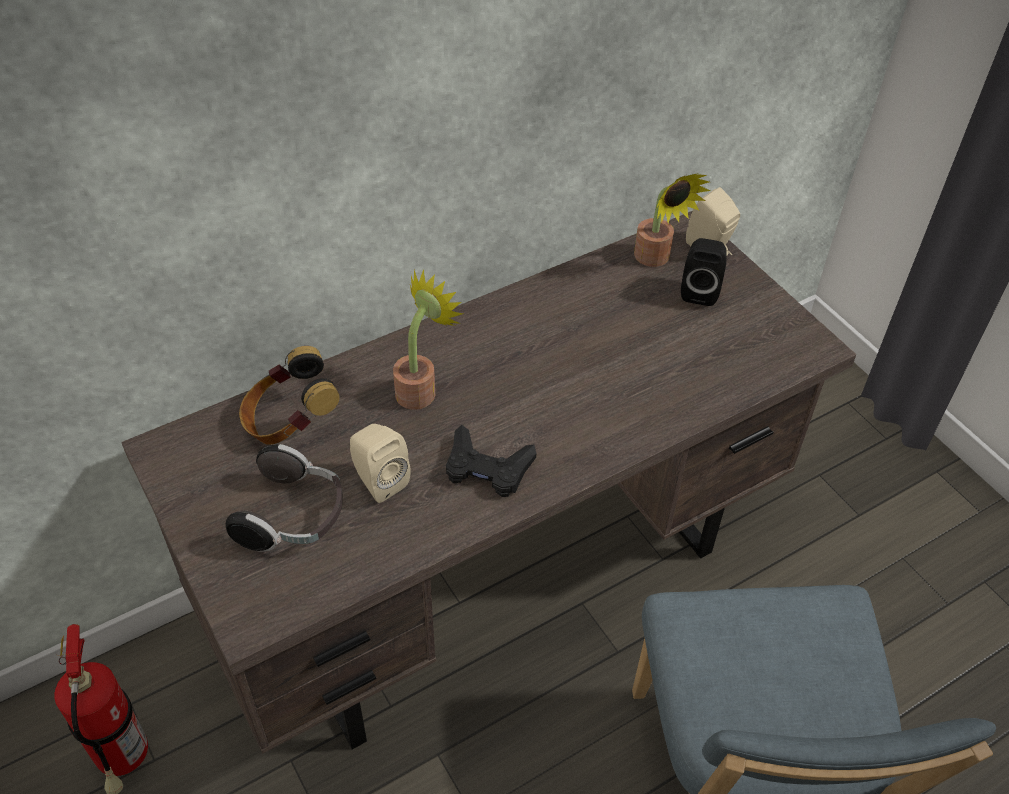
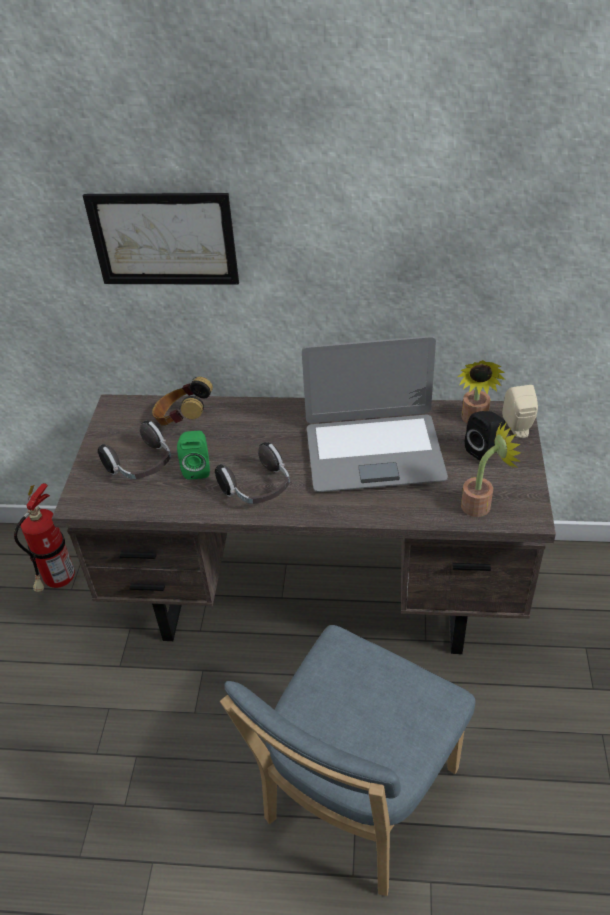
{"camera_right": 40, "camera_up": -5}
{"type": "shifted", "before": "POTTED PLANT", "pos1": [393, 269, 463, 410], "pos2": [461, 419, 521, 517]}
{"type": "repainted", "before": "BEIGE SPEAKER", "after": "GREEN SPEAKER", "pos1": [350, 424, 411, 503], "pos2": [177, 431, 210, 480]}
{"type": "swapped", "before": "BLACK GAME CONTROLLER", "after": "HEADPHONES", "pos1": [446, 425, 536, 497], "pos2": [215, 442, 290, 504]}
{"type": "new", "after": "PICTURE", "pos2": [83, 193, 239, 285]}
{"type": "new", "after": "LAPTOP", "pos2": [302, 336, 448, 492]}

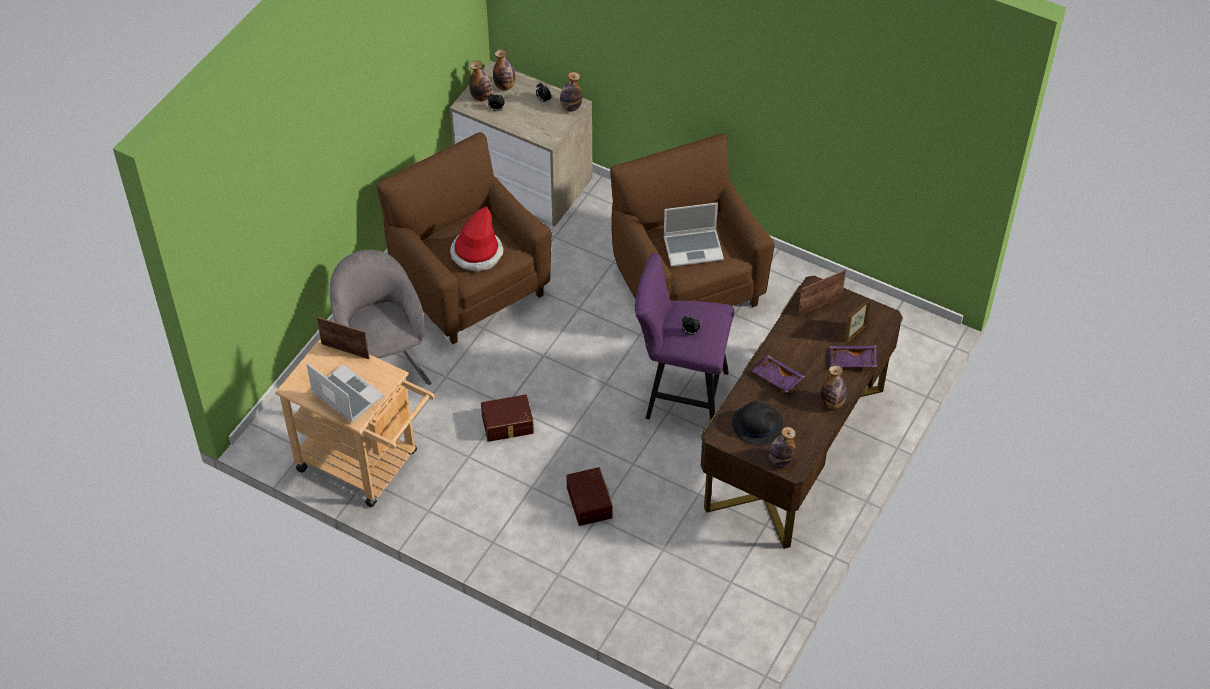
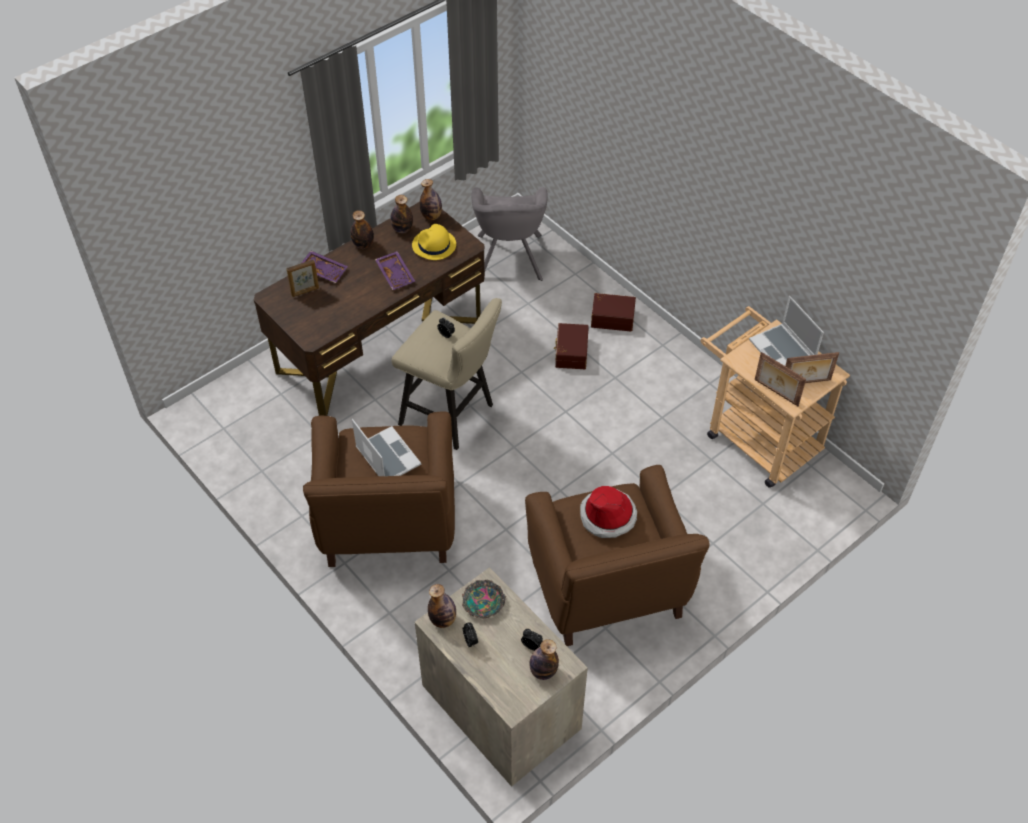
{"camera_right": -160, "camera_up": 0}
{"type": "shifted", "before": "BOTTLE", "pos1": [493, 49, 515, 90], "pos2": [390, 195, 413, 233]}
{"type": "rotated", "before": "LAPTOP", "pos1": [663, 203, 724, 267], "pos2": [352, 419, 421, 476], "turn": 45}
{"type": "shifted", "before": "GREY ARMCHAIR", "pos1": [330, 250, 431, 385], "pos2": [472, 187, 548, 281]}
{"type": "repainted", "before": "PURPLE STOOL", "after": "BEIGE STOOL", "pos1": [635, 253, 734, 420], "pos2": [391, 298, 502, 450]}
{"type": "shifted", "before": "PICTURE FRAME", "pos1": [798, 270, 846, 316], "pos2": [785, 352, 839, 383]}
{"type": "shifted", "before": "BROWN STORAGE BOX", "pos1": [481, 395, 534, 442], "pos2": [591, 293, 636, 331]}
{"type": "repainted", "before": "BLACK HAT", "after": "YELLOW HAT", "pos1": [732, 401, 783, 446], "pos2": [412, 224, 456, 260]}
{"type": "new", "after": "BOWL", "pos2": [462, 580, 506, 619]}

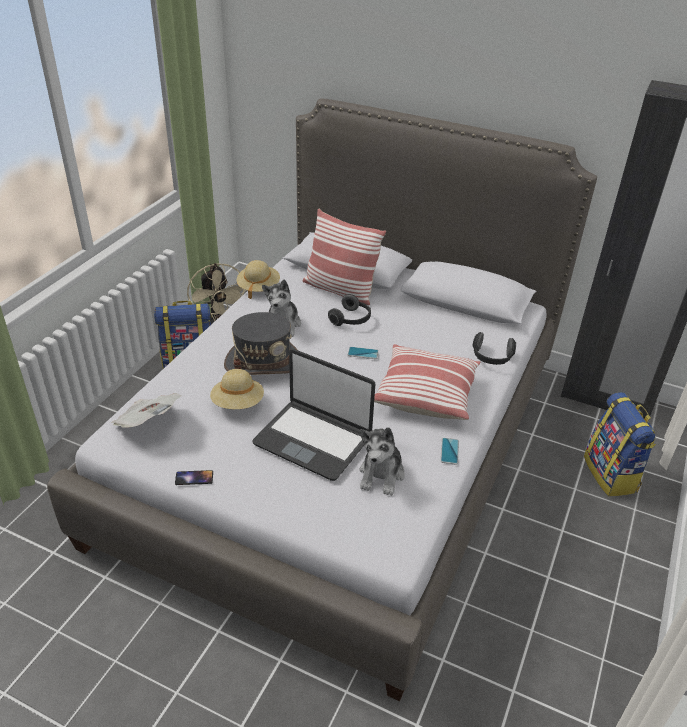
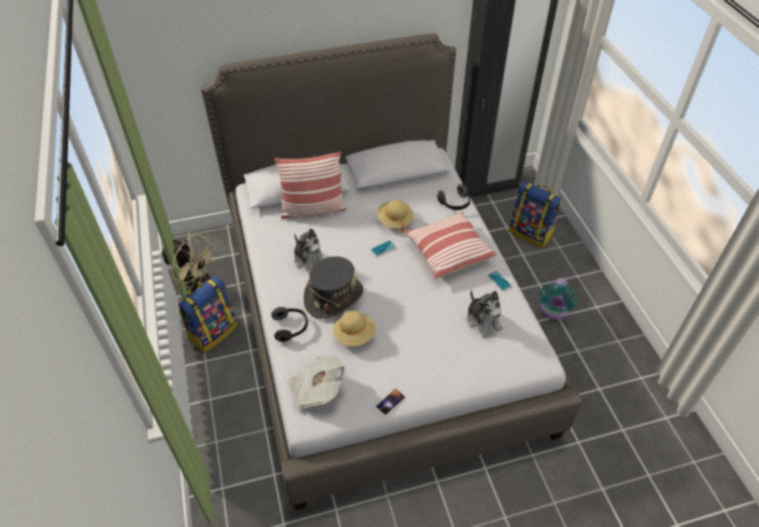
{"camera_right": -40, "camera_up": 10}
{"type": "shifted", "before": "BEIGE HAT", "pos1": [237, 260, 280, 299], "pos2": [377, 200, 414, 233]}
{"type": "shifted", "before": "HEADPHONES", "pos1": [328, 294, 371, 326], "pos2": [271, 307, 308, 342]}
{"type": "gone", "before": "LAPTOP", "pos1": [252, 349, 375, 481]}
{"type": "new", "after": "TURQUOISE FAN", "pos2": [539, 278, 578, 320]}

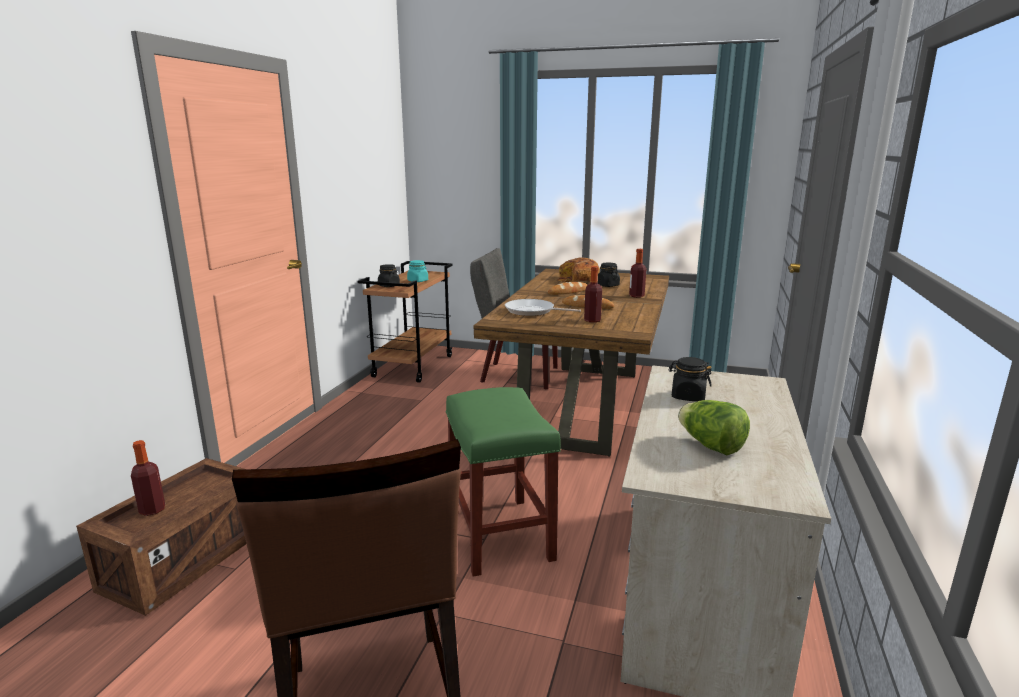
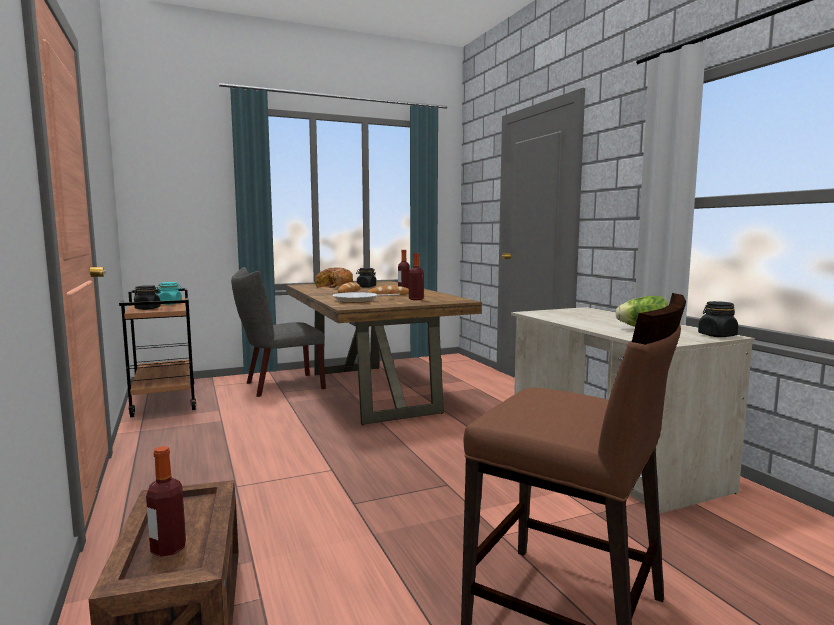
{"camera_right": -40, "camera_up": -10}
{"type": "shifted", "before": "BLACK JAR", "pos1": [669, 357, 712, 401], "pos2": [698, 301, 738, 337]}
{"type": "gone", "before": "GREEN STOOL", "pos1": [445, 387, 561, 577]}

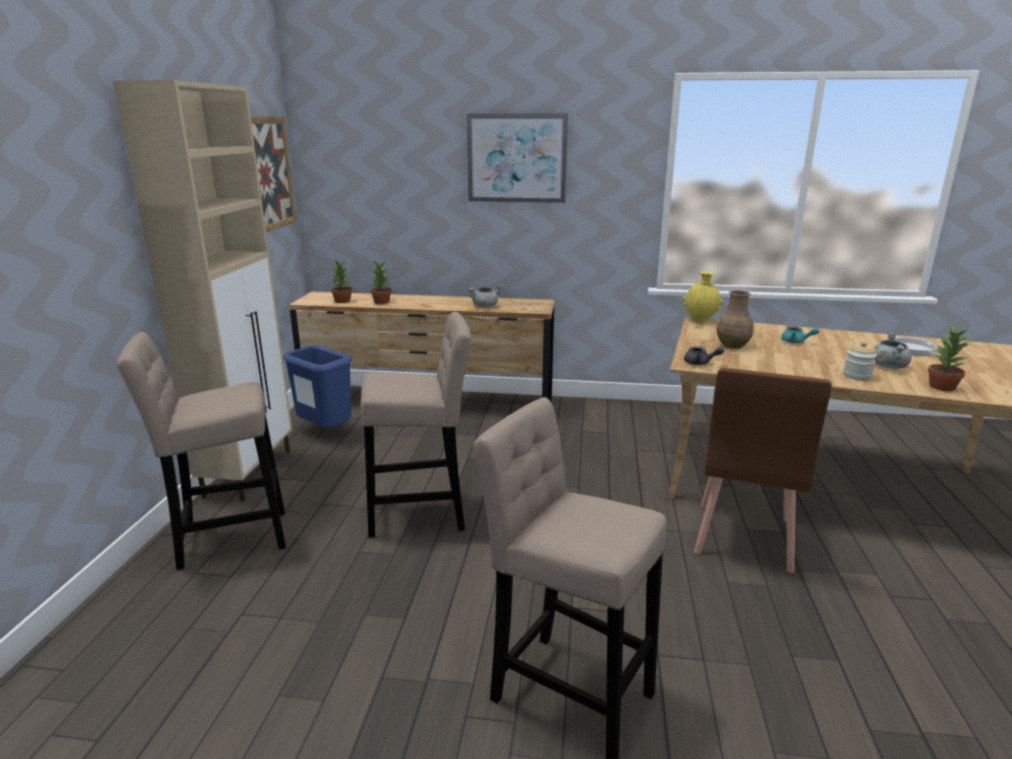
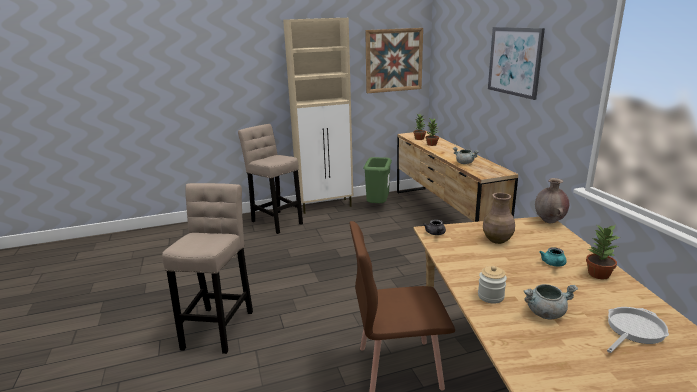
{"camera_right": 65, "camera_up": 0}
{"type": "repainted", "before": "YELLOW VASE", "after": "BROWN VASE", "pos1": [681, 272, 724, 322], "pos2": [535, 178, 569, 223]}
{"type": "gone", "before": "BEIGE STOOL", "pos1": [361, 311, 471, 537]}
{"type": "shifted", "before": "POTTED PLANT", "pos1": [928, 325, 972, 391], "pos2": [586, 226, 620, 279]}
{"type": "repainted", "before": "BLUE TRASH CAN", "after": "GREEN TRASH CAN", "pos1": [283, 345, 352, 428], "pos2": [363, 157, 392, 203]}

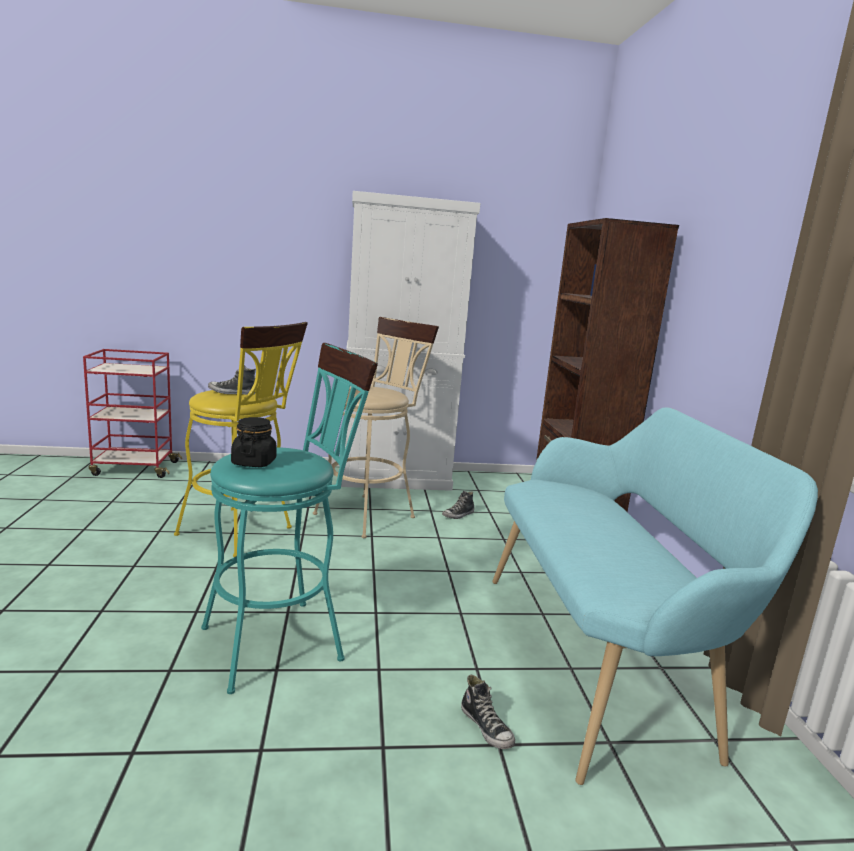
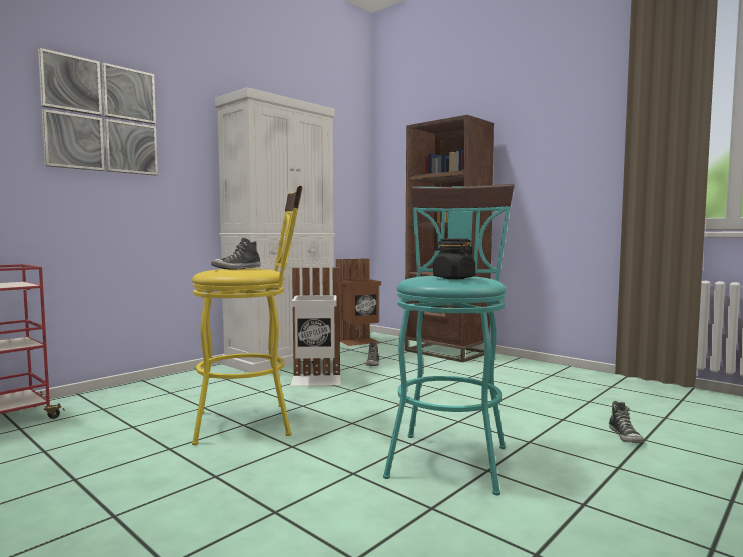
{"camera_right": -40, "camera_up": -10}
{"type": "swapped", "before": "BEIGE STOOL", "after": "WHITE TRASH CAN", "pos1": [313, 317, 439, 538], "pos2": [291, 268, 341, 386]}
{"type": "gone", "before": "TURQUOISE BENCH", "pos1": [493, 407, 818, 785]}
{"type": "rotated", "before": "SHOE", "pos1": [461, 675, 515, 749], "pos2": [609, 401, 644, 444], "turn": 75}
{"type": "new", "after": "PICTURE", "pos2": [38, 48, 158, 175]}
{"type": "new", "after": "BROWN TRASH CAN", "pos2": [336, 258, 381, 346]}

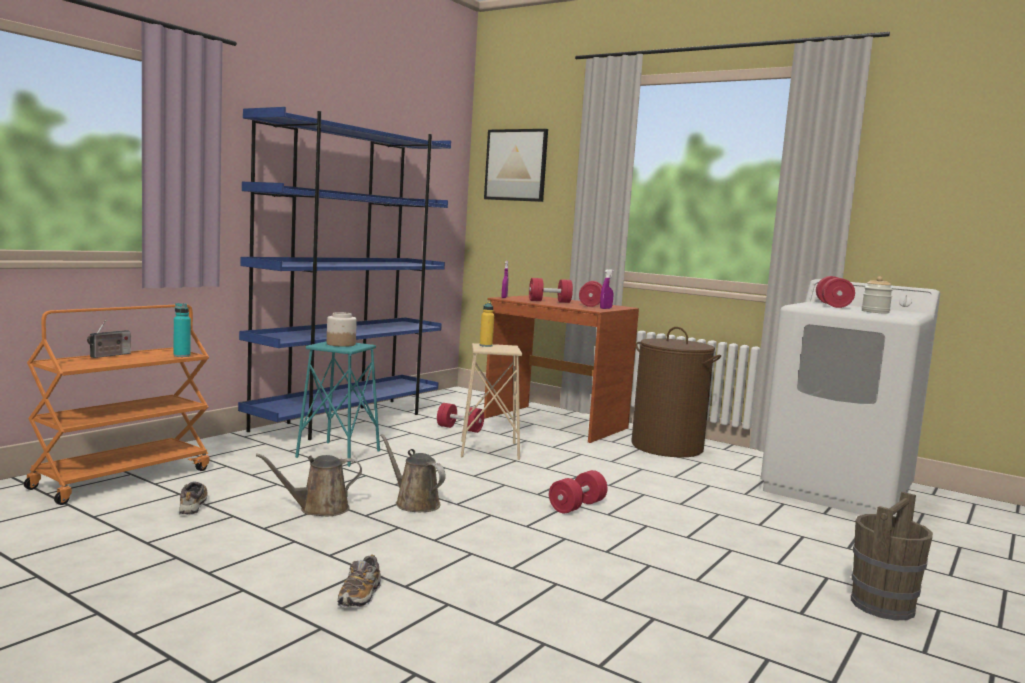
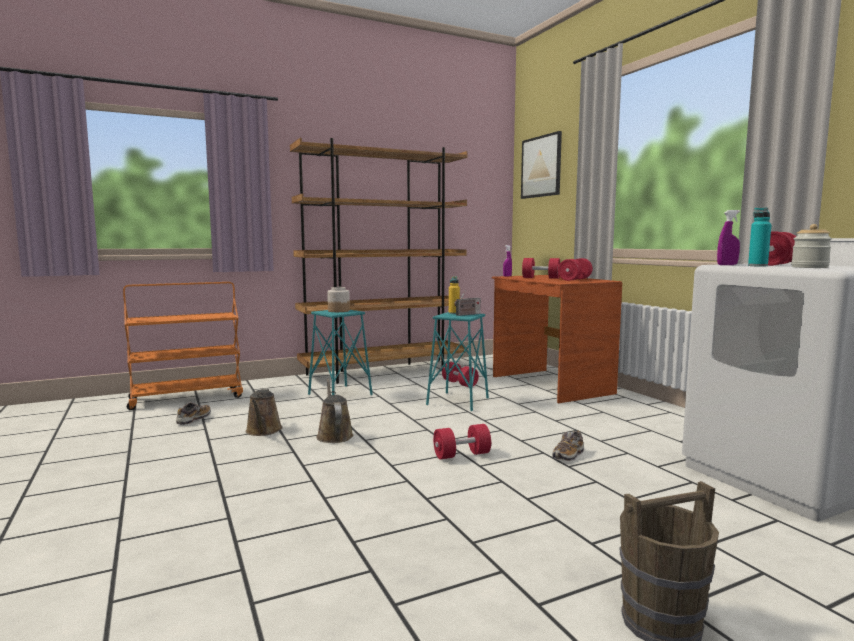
{"camera_right": 30, "camera_up": 0}
{"type": "repainted", "before": "BLUE BOOKCASE", "after": "BROWN BOOKCASE", "pos1": [238, 107, 451, 440], "pos2": [290, 138, 468, 384]}
{"type": "shifted", "before": "PURPLE SPRAY BOTTLE", "pos1": [600, 269, 614, 309], "pos2": [717, 210, 740, 265]}
{"type": "shifted", "before": "TURQUOISE BOTTLE", "pos1": [174, 303, 191, 357], "pos2": [748, 208, 771, 267]}
{"type": "shifted", "before": "RADIO", "pos1": [87, 320, 131, 358], "pos2": [454, 290, 481, 316]}
{"type": "gone", "before": "BROWN LAUNDRY BASKET", "pos1": [631, 327, 721, 457]}
{"type": "repainted", "before": "BEIGE STOOL", "after": "TURQUOISE STOOL", "pos1": [461, 343, 522, 460], "pos2": [426, 312, 489, 411]}
{"type": "rotated", "before": "BROWN WATERING CAN", "pos1": [256, 454, 362, 516], "pos2": [246, 388, 282, 436], "turn": -105}
{"type": "shifted", "before": "SHOE", "pos1": [338, 554, 381, 608], "pos2": [552, 431, 584, 461]}

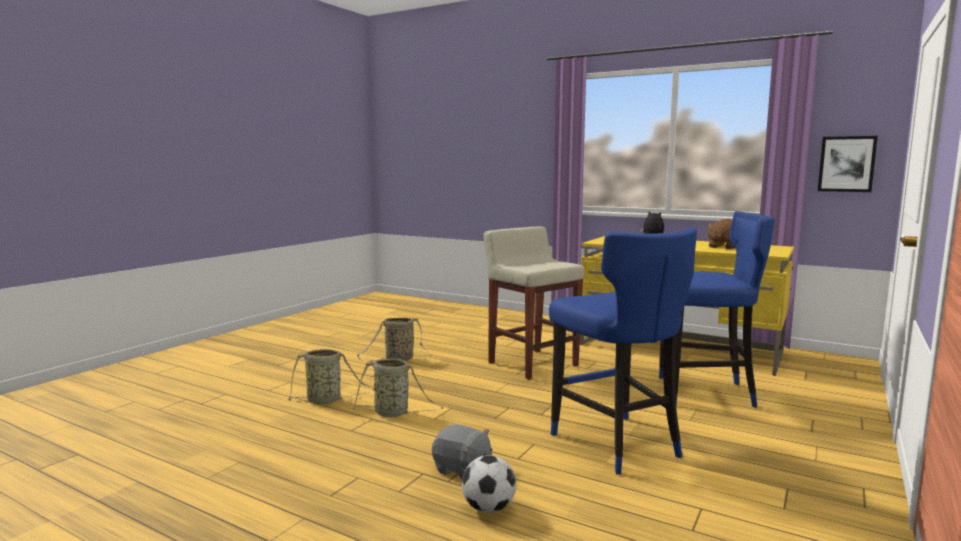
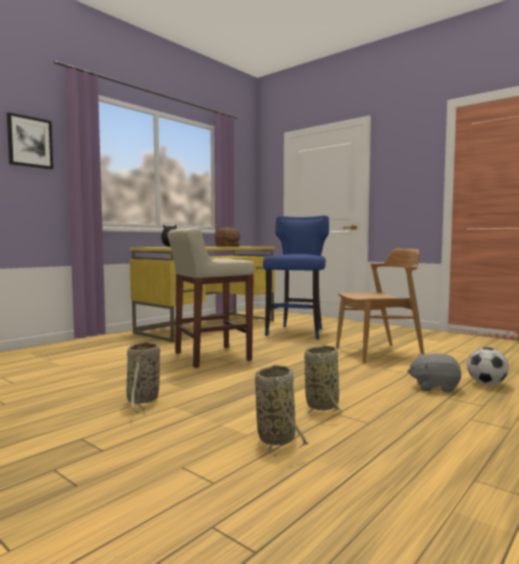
{"camera_right": -80, "camera_up": -5}
{"type": "shifted", "before": "PICTURE", "pos1": [818, 136, 878, 192], "pos2": [7, 112, 53, 170]}
{"type": "swapped", "before": "BLUE STOOL", "after": "BROWN CHAIR", "pos1": [549, 227, 697, 474], "pos2": [336, 249, 424, 364]}
{"type": "rotated", "before": "GREY PLUSH TOY", "pos1": [432, 425, 492, 479], "pos2": [407, 354, 461, 393], "turn": -120}

